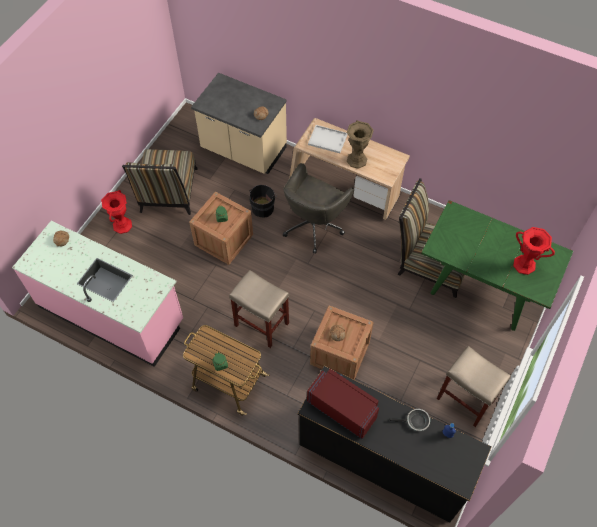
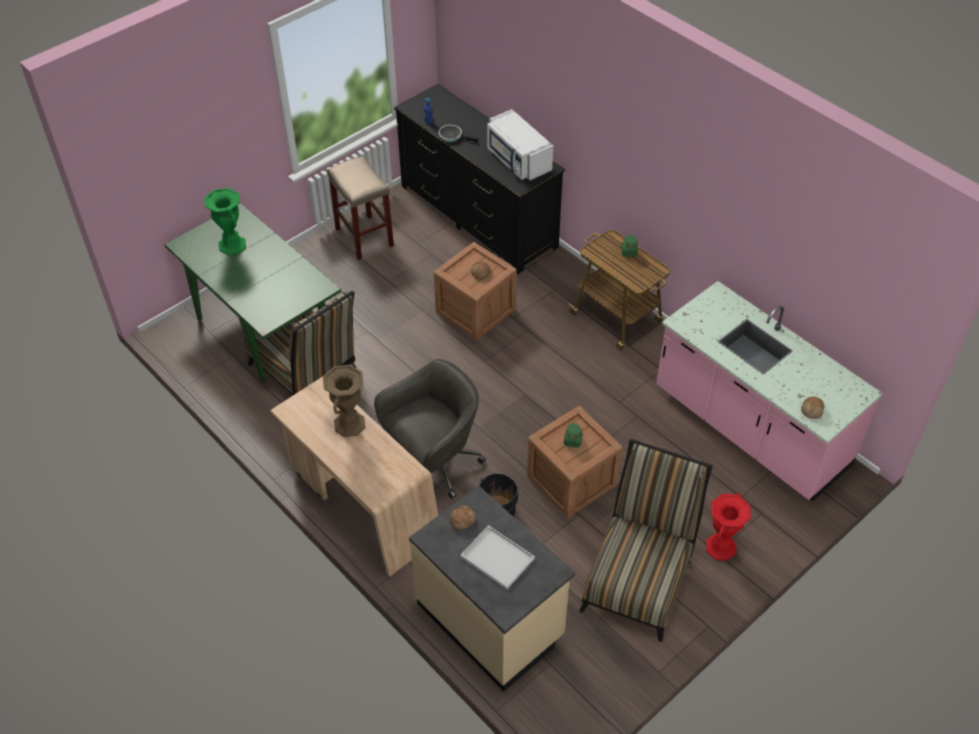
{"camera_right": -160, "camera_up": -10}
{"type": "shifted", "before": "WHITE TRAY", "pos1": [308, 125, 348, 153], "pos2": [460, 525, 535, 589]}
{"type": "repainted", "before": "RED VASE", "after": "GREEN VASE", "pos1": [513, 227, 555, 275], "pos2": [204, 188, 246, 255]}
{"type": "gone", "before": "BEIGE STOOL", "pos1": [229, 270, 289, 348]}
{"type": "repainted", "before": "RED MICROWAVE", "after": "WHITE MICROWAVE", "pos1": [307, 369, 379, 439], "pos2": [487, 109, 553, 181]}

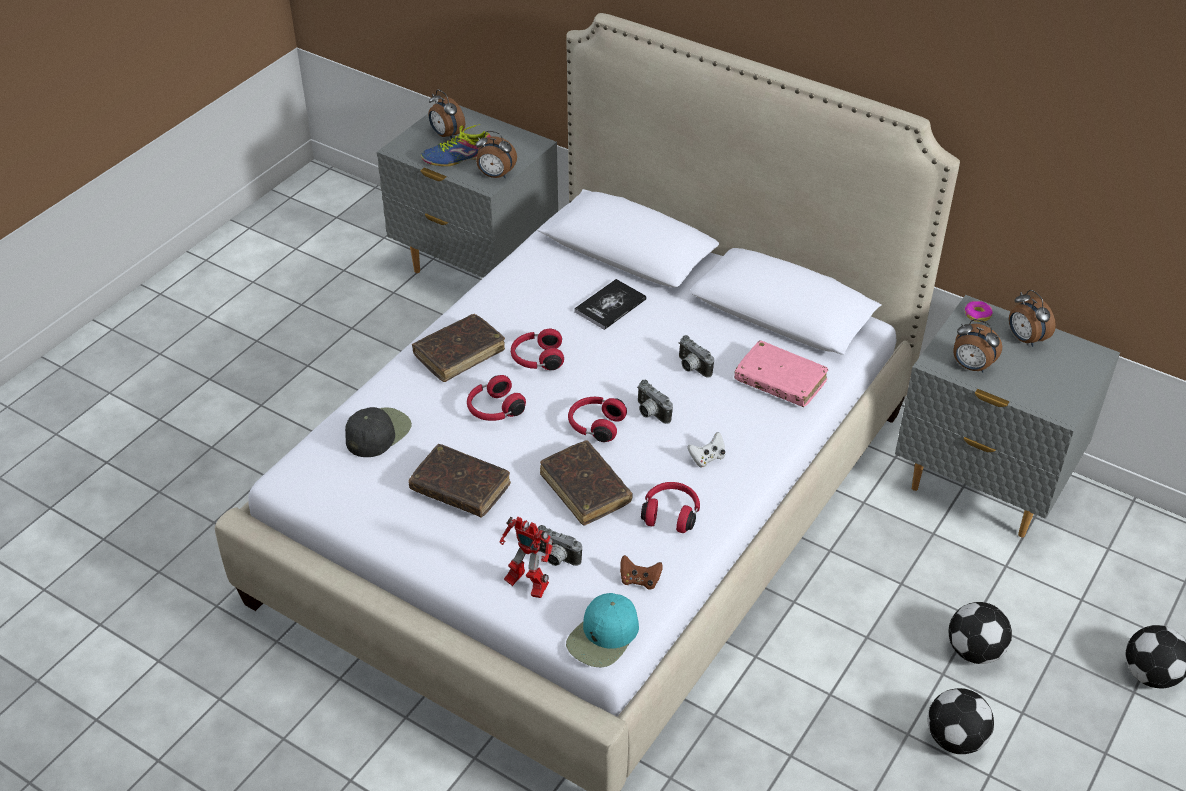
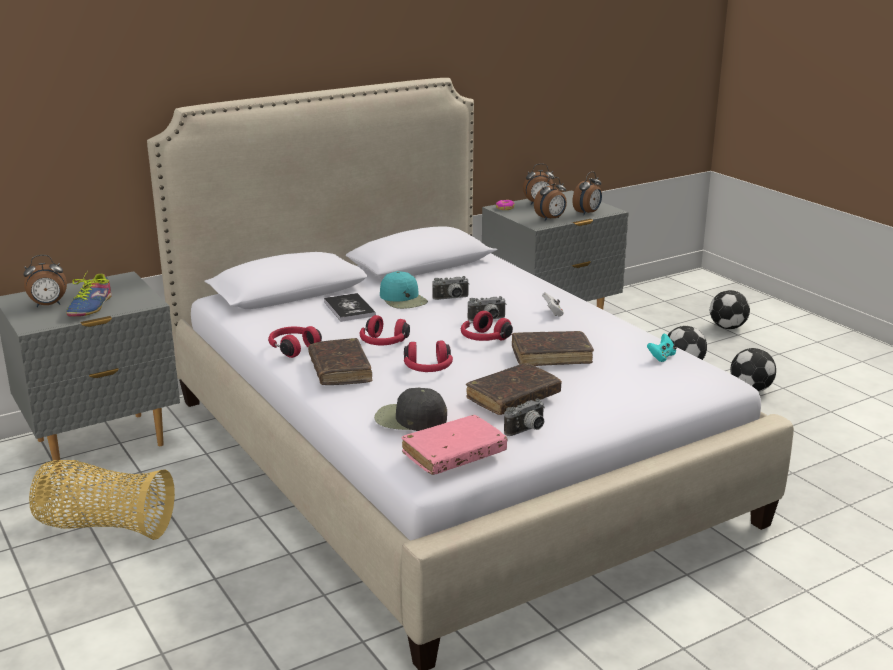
{"camera_right": -65, "camera_up": -20}
{"type": "shifted", "before": "ALARM CLOCK", "pos1": [476, 131, 517, 179], "pos2": [572, 171, 602, 215]}
{"type": "shifted", "before": "PINK BOOK", "pos1": [734, 340, 828, 407], "pos2": [401, 415, 508, 475]}
{"type": "rotated", "before": "BLACK CAP", "pos1": [345, 407, 412, 457], "pos2": [374, 387, 447, 431], "turn": -45}
{"type": "shifted", "before": "RED HEADPHONES", "pos1": [641, 482, 700, 533], "pos2": [268, 326, 322, 358]}
{"type": "gone", "before": "TOY ROBOT", "pos1": [499, 516, 553, 598]}
{"type": "shifted", "before": "PHOTO CAMERA", "pos1": [538, 525, 582, 566], "pos2": [504, 399, 545, 436]}
{"type": "repainted", "before": "BROWN GAME CONTROLLER", "after": "TURQUOISE GAME CONTROLLER", "pos1": [620, 555, 663, 590], "pos2": [647, 333, 677, 362]}
{"type": "shifted", "before": "TURQUOISE CAP", "pos1": [566, 593, 639, 667], "pos2": [380, 271, 428, 309]}
{"type": "new", "after": "BASKET", "pos2": [29, 460, 175, 540]}

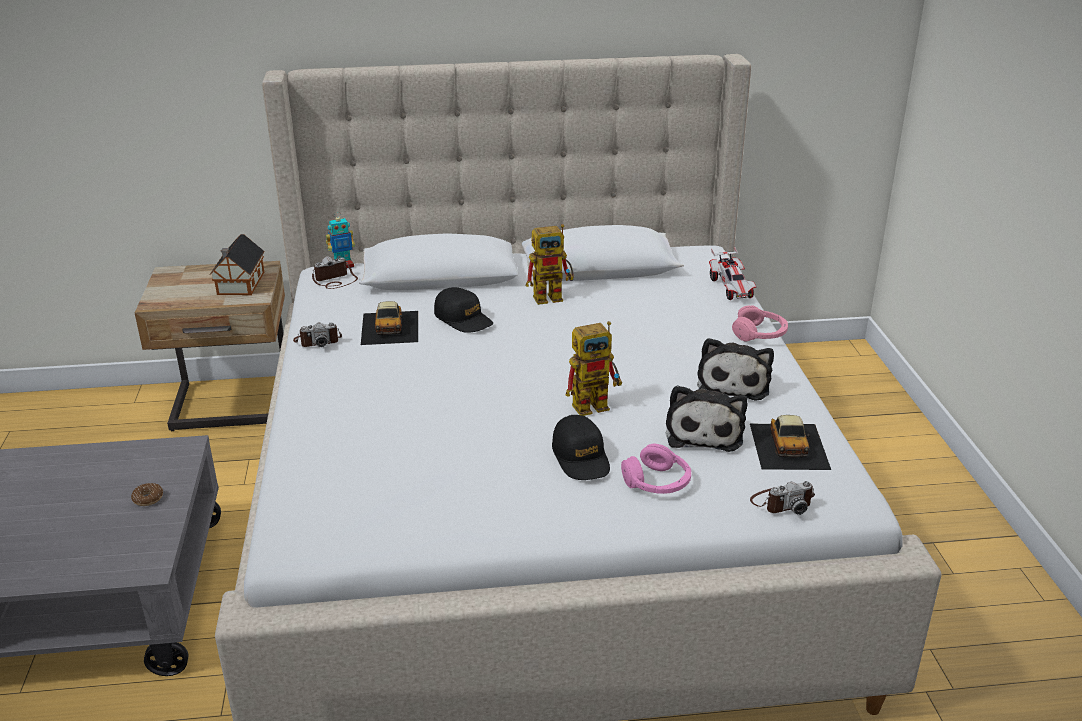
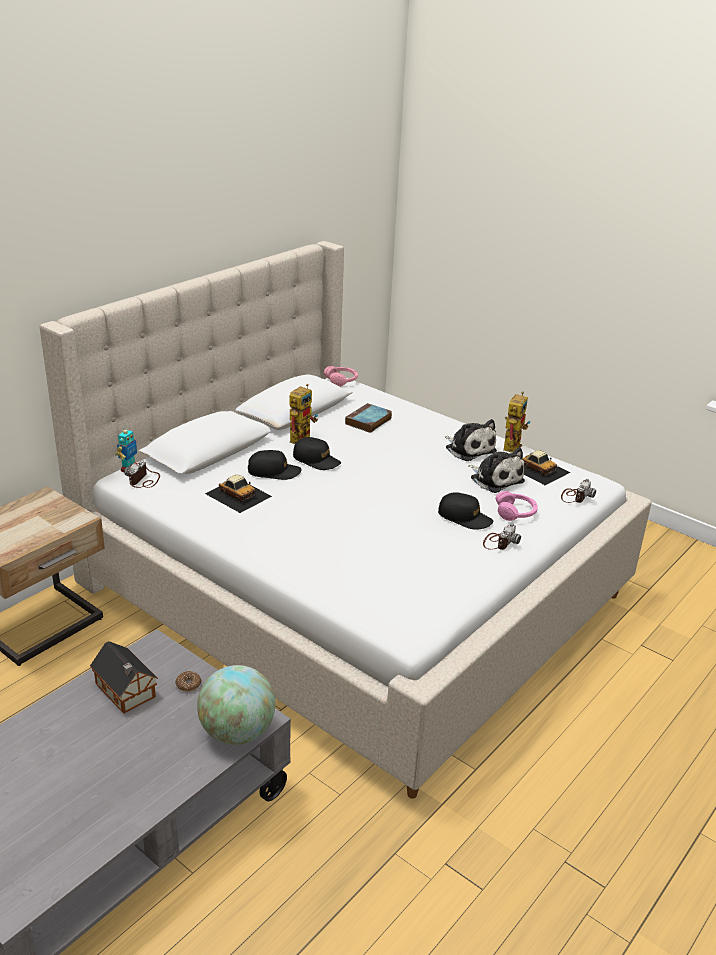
{"camera_right": -45, "camera_up": 0}
{"type": "shifted", "before": "TOY HOUSE", "pos1": [210, 234, 264, 295], "pos2": [90, 641, 158, 714]}
{"type": "gone", "before": "TOY CAR", "pos1": [709, 247, 756, 300]}
{"type": "shifted", "before": "PINK HEADPHONES", "pos1": [732, 305, 788, 341], "pos2": [324, 366, 358, 387]}
{"type": "shifted", "before": "TOY ROBOT", "pos1": [566, 321, 622, 416], "pos2": [503, 391, 530, 453]}
{"type": "shifted", "before": "PHOTO CAMERA", "pos1": [293, 322, 342, 347], "pos2": [483, 523, 521, 550]}
{"type": "new", "after": "BOOK", "pos2": [345, 403, 392, 433]}
{"type": "new", "after": "BLACK CAP", "pos2": [293, 437, 341, 470]}
{"type": "new", "after": "GLOBE", "pos2": [197, 665, 275, 745]}

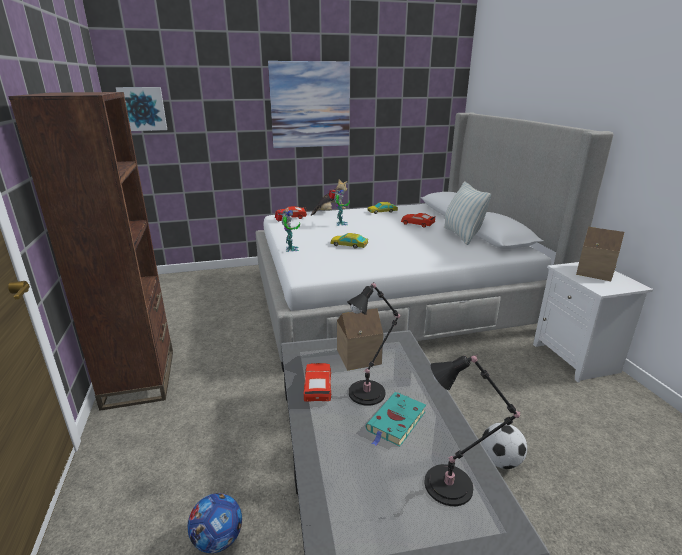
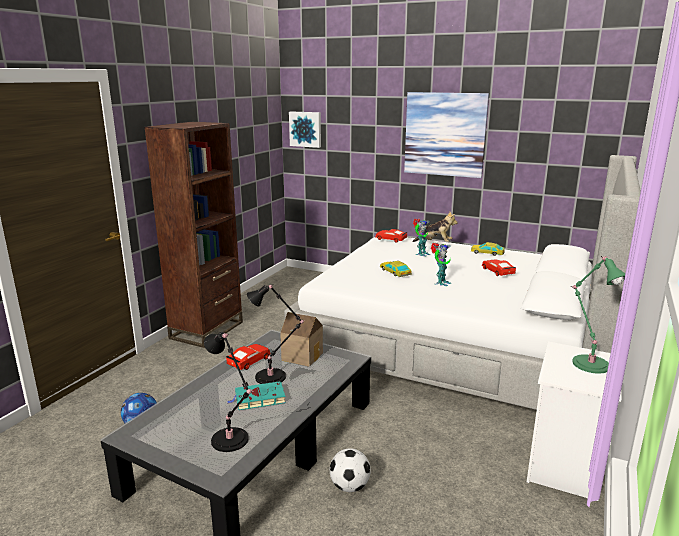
{"camera_right": 40, "camera_up": -5}
{"type": "gone", "before": "PILLOW", "pos1": [444, 181, 491, 245]}
{"type": "shifted", "before": "TOY ROBOT", "pos1": [275, 210, 300, 252], "pos2": [431, 242, 451, 286]}
{"type": "swapped", "before": "TOY HOUSE", "after": "GREEN TABLE LAMP", "pos1": [576, 227, 624, 281], "pos2": [571, 256, 625, 374]}

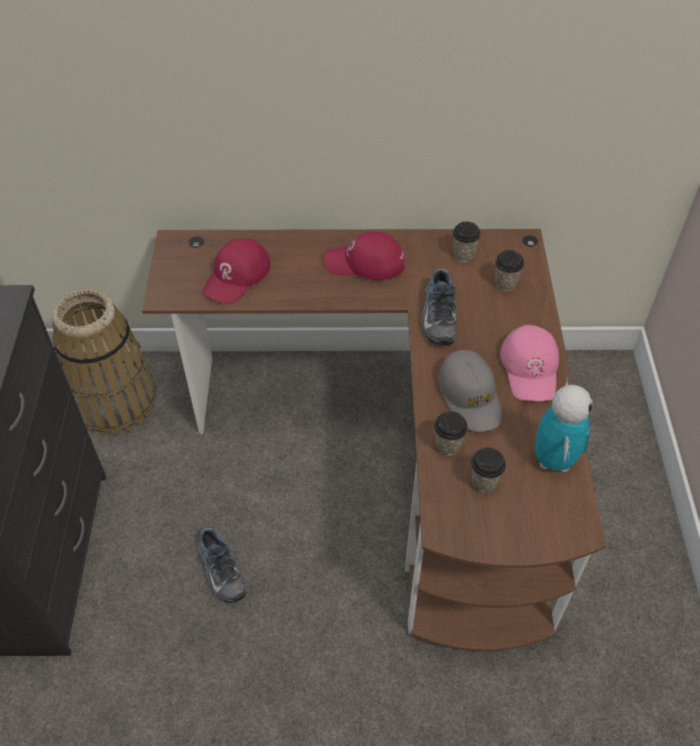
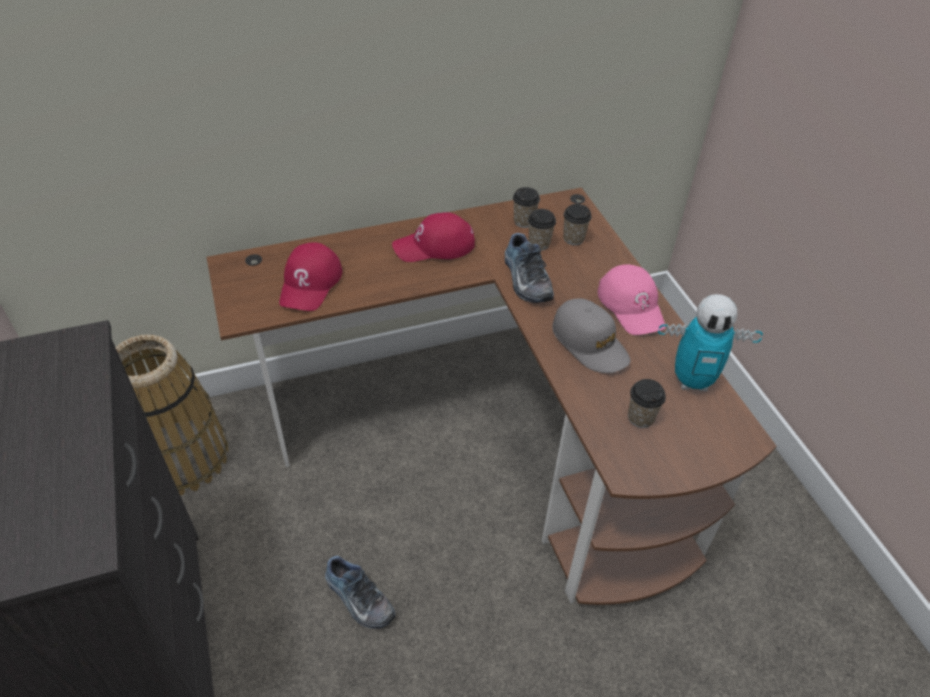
{"camera_right": -20, "camera_up": -5}
{"type": "rotated", "before": "TOY ROBOT", "pos1": [535, 377, 592, 472], "pos2": [658, 294, 763, 391], "turn": 105}
{"type": "shifted", "before": "CUP", "pos1": [434, 411, 468, 456], "pos2": [528, 209, 556, 251]}

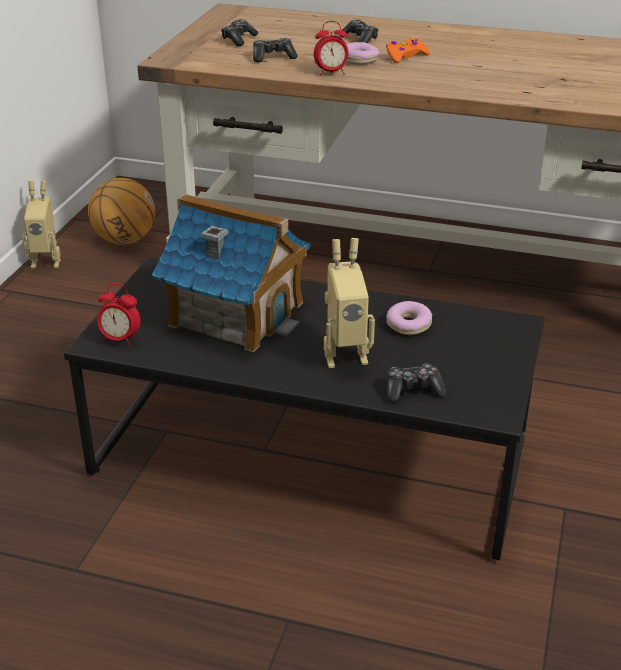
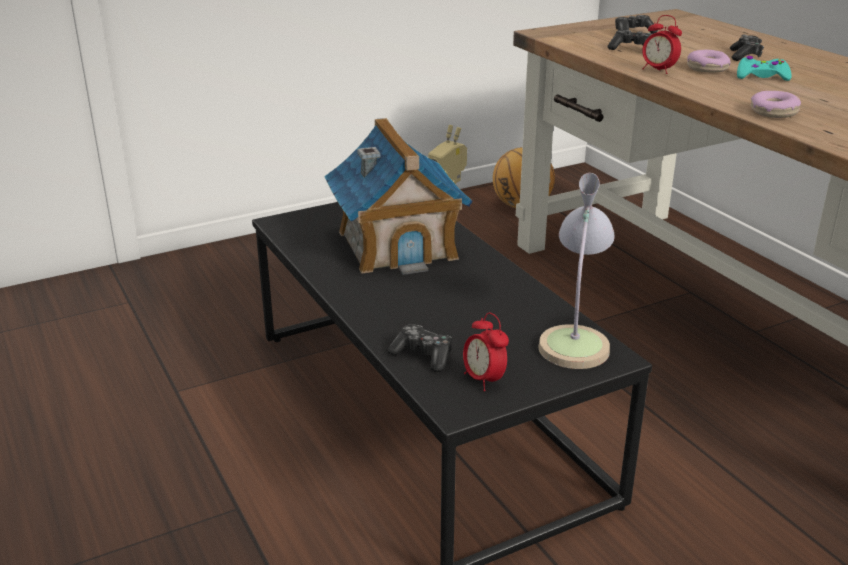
{"camera_right": 45, "camera_up": -5}
{"type": "repainted", "before": "ORANGE GAME CONTROLLER", "after": "TURQUOISE GAME CONTROLLER", "pos1": [386, 38, 430, 63], "pos2": [737, 56, 792, 81]}
{"type": "gone", "before": "TOY ROBOT", "pos1": [324, 238, 375, 368]}
{"type": "shifted", "before": "ALARM CLOCK", "pos1": [97, 284, 141, 347], "pos2": [463, 313, 509, 391]}
{"type": "shifted", "before": "DONUT", "pos1": [386, 301, 432, 335], "pos2": [751, 91, 801, 118]}
{"type": "new", "after": "TABLE LAMP", "pos2": [539, 173, 615, 369]}

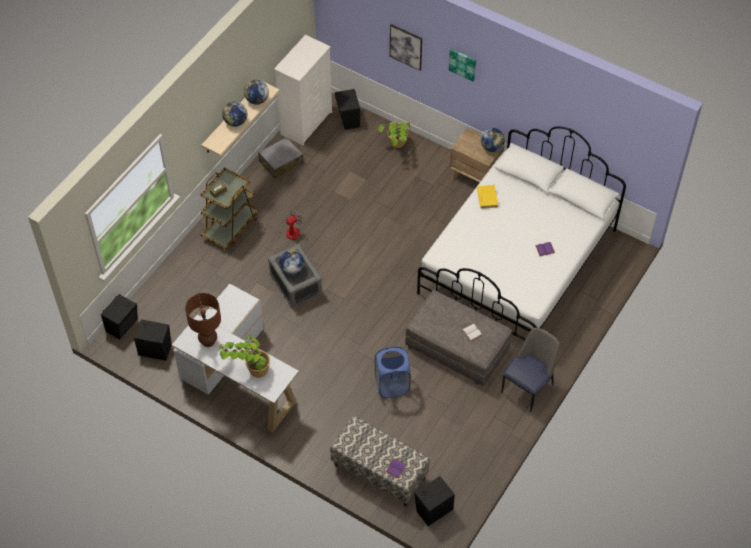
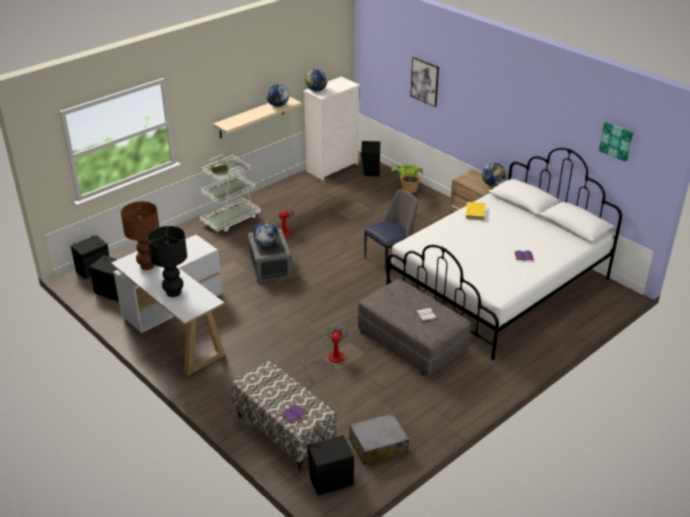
{"camera_right": 15, "camera_up": -20}
{"type": "shifted", "before": "PICTURE", "pos1": [449, 49, 476, 81], "pos2": [599, 122, 633, 162]}
{"type": "shifted", "before": "GLOBE", "pos1": [222, 102, 247, 127], "pos2": [305, 69, 328, 92]}
{"type": "shifted", "before": "GREY SUITCASE", "pos1": [258, 137, 304, 178], "pos2": [349, 413, 409, 465]}
{"type": "repainted", "before": "BROWN CART", "after": "WHITE CART", "pos1": [201, 167, 259, 249], "pos2": [200, 155, 261, 233]}
{"type": "shifted", "before": "CHAIR", "pos1": [502, 328, 559, 411], "pos2": [364, 189, 418, 274]}
{"type": "swapped", "before": "POTTED PLANT", "after": "BLACK TABLE LAMP", "pos1": [217, 334, 270, 377], "pos2": [147, 226, 187, 297]}
{"type": "swapped", "before": "BLUE LAUNDRY BASKET", "after": "FAN", "pos1": [375, 347, 411, 398], "pos2": [301, 324, 348, 369]}

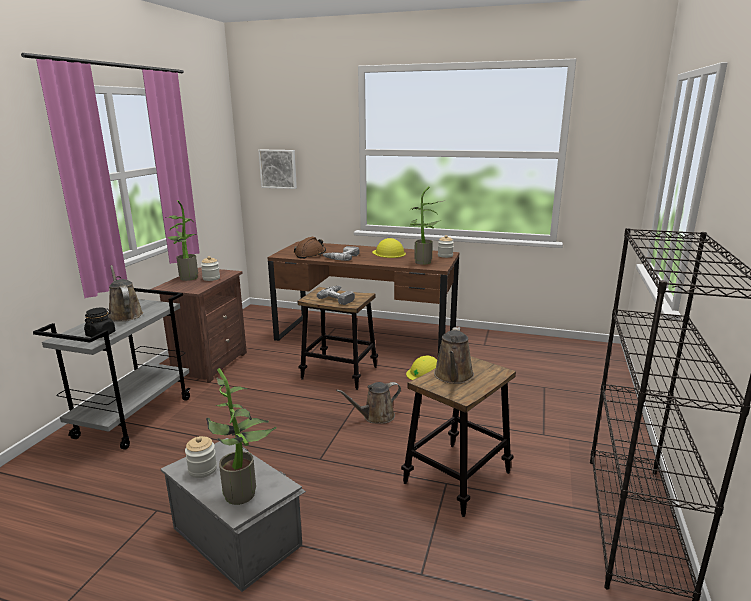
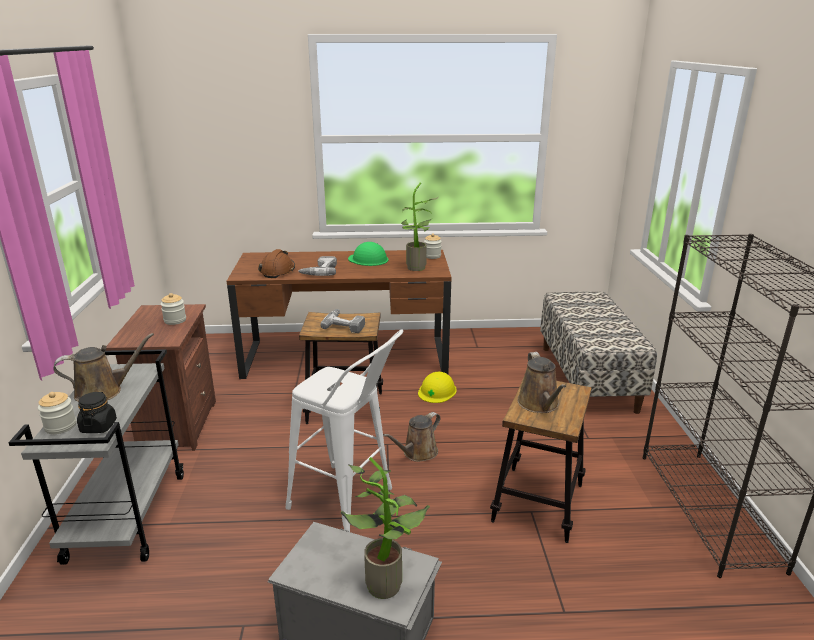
{"camera_right": -20, "camera_up": 5}
{"type": "gone", "before": "PICTURE", "pos1": [258, 150, 297, 189]}
{"type": "gone", "before": "POTTED PLANT", "pos1": [165, 200, 198, 281]}
{"type": "repainted", "before": "YELLOW HARD HAT", "after": "GREEN HARD HAT", "pos1": [372, 238, 406, 258], "pos2": [348, 242, 388, 266]}
{"type": "rotated", "before": "BROWN WATERING CAN", "pos1": [108, 265, 143, 322], "pos2": [53, 333, 154, 402], "turn": 120}
{"type": "shifted", "before": "JAR", "pos1": [185, 436, 217, 478], "pos2": [38, 392, 76, 434]}
{"type": "new", "after": "BENCH", "pos2": [540, 292, 657, 414]}
{"type": "new", "after": "WHITE STOOL", "pos2": [286, 329, 403, 532]}

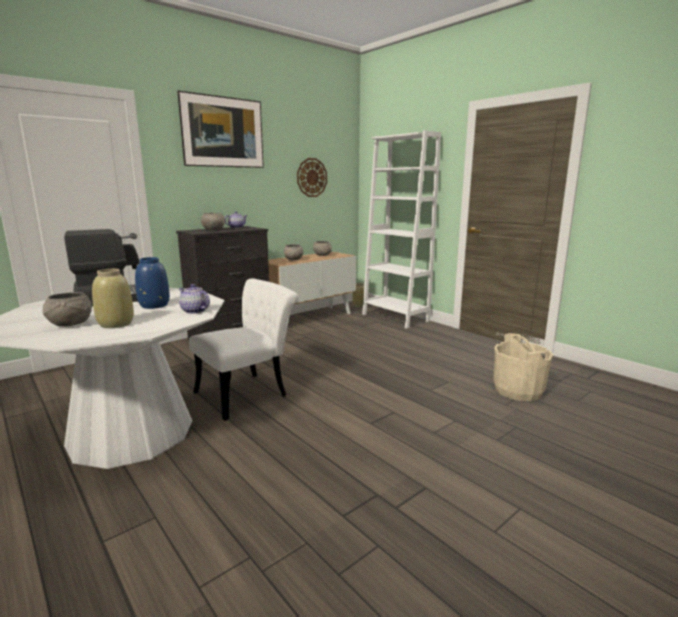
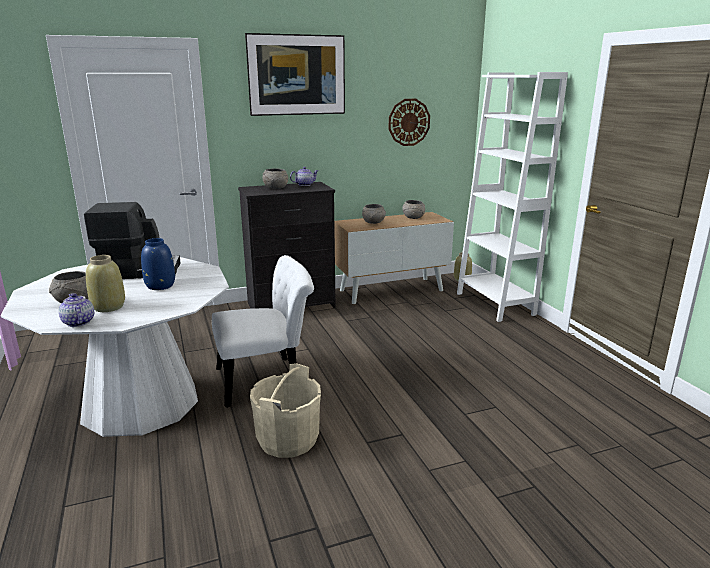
{"camera_right": 20, "camera_up": 5}
{"type": "shifted", "before": "TEAPOT", "pos1": [179, 284, 210, 314], "pos2": [59, 293, 94, 327]}
{"type": "shifted", "before": "BEIGE BUCKET", "pos1": [493, 333, 553, 401], "pos2": [250, 363, 321, 458]}

